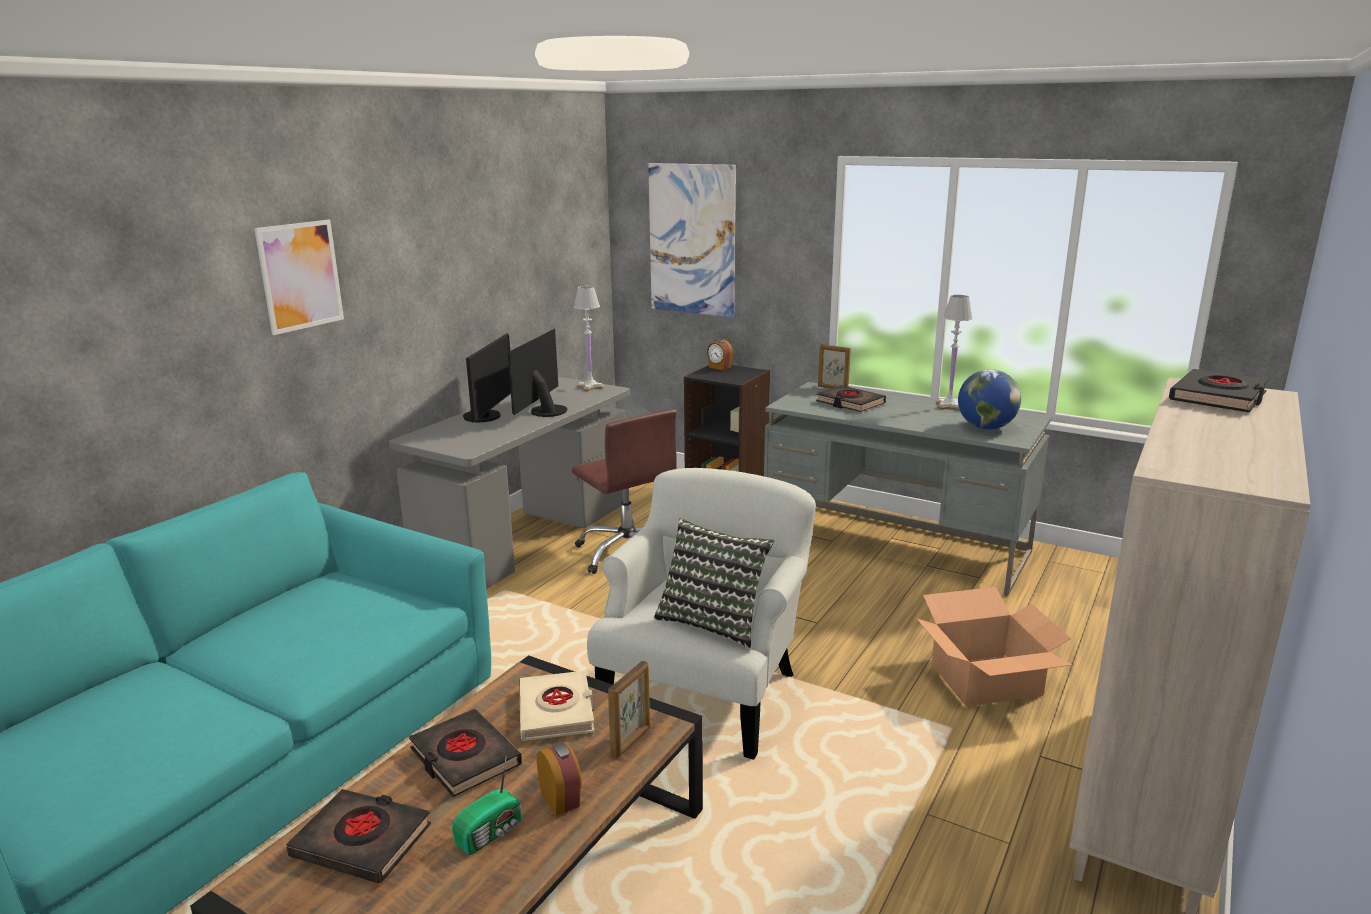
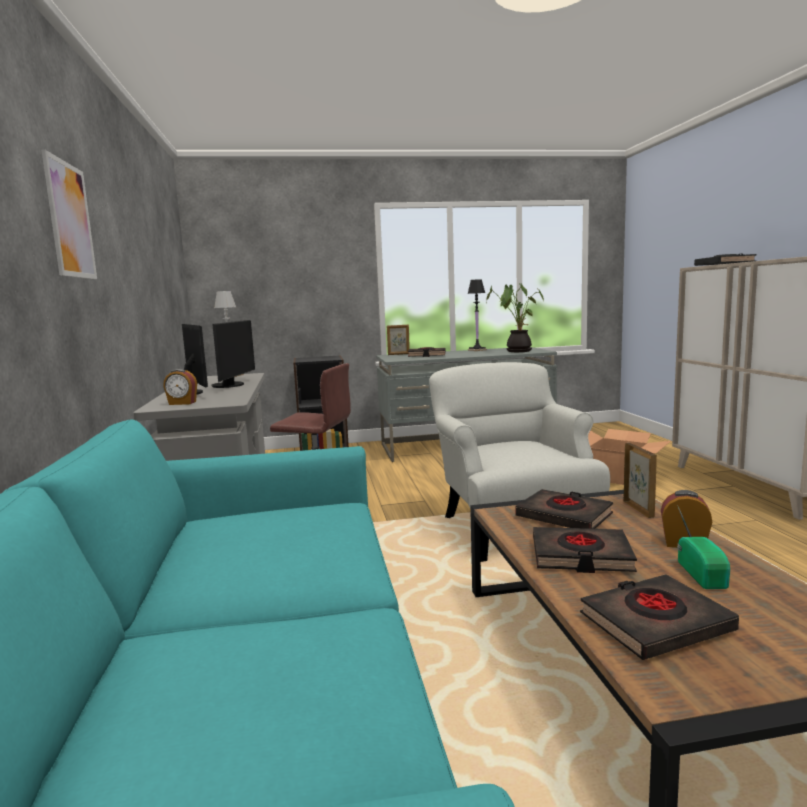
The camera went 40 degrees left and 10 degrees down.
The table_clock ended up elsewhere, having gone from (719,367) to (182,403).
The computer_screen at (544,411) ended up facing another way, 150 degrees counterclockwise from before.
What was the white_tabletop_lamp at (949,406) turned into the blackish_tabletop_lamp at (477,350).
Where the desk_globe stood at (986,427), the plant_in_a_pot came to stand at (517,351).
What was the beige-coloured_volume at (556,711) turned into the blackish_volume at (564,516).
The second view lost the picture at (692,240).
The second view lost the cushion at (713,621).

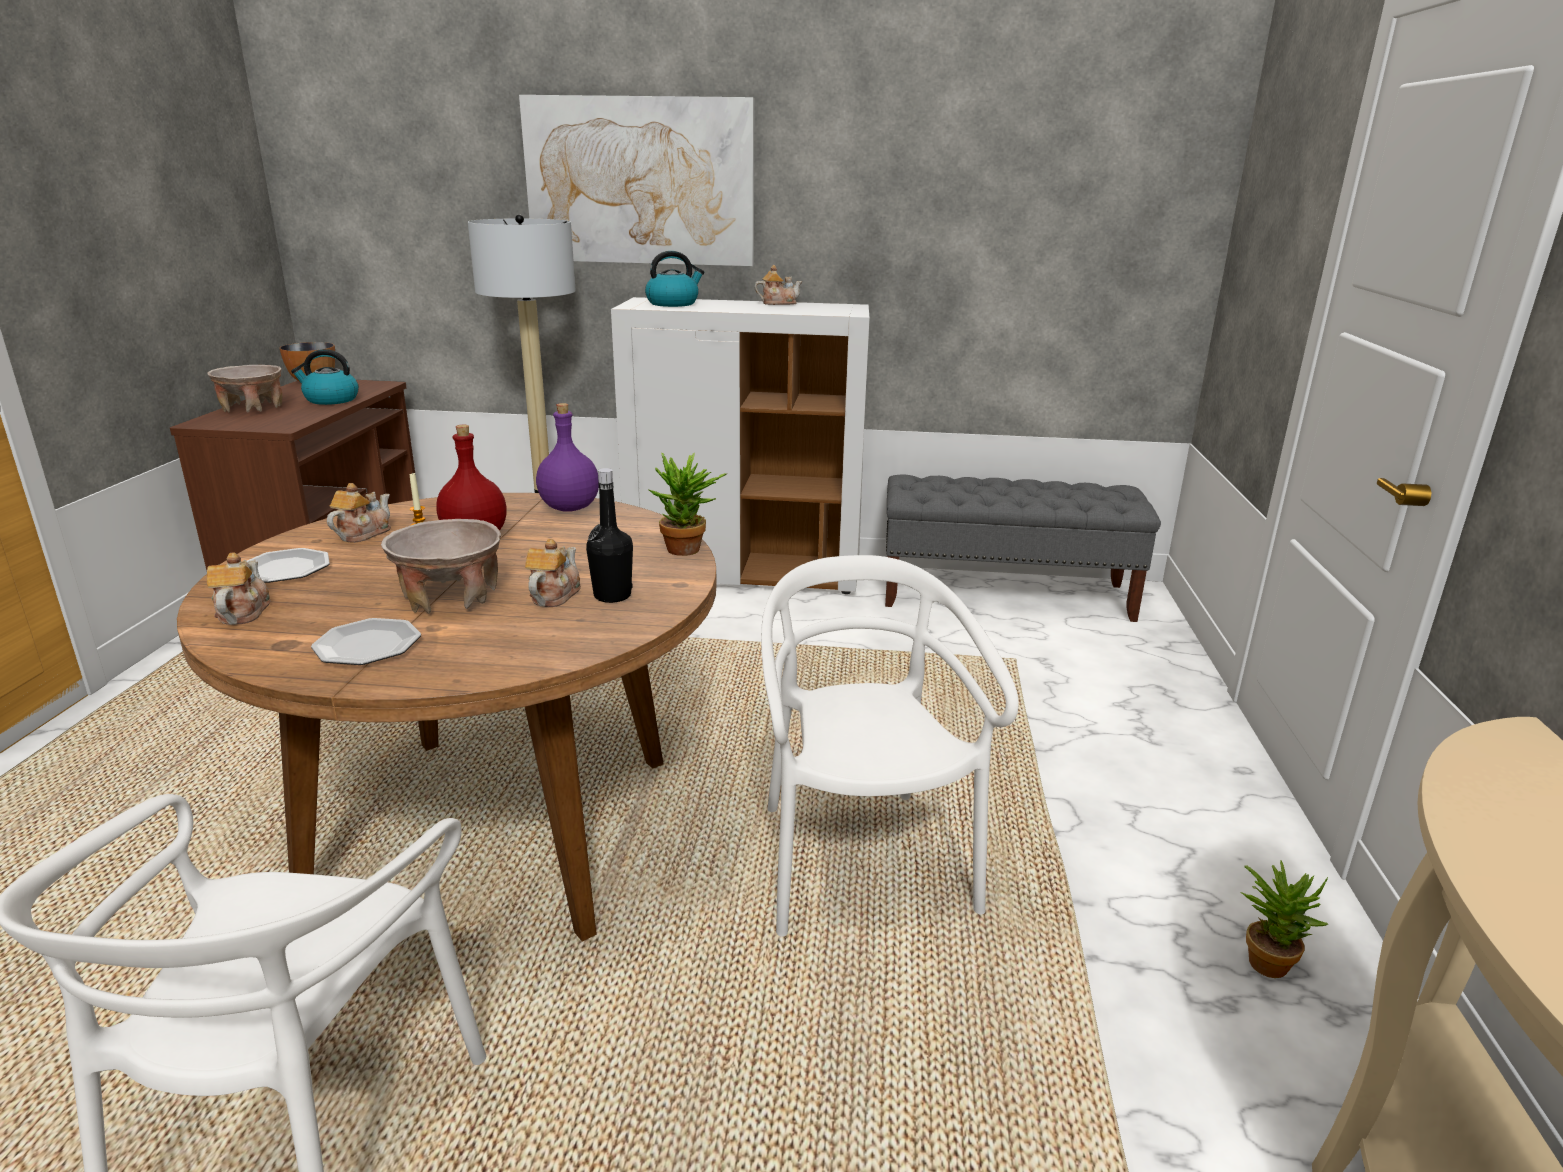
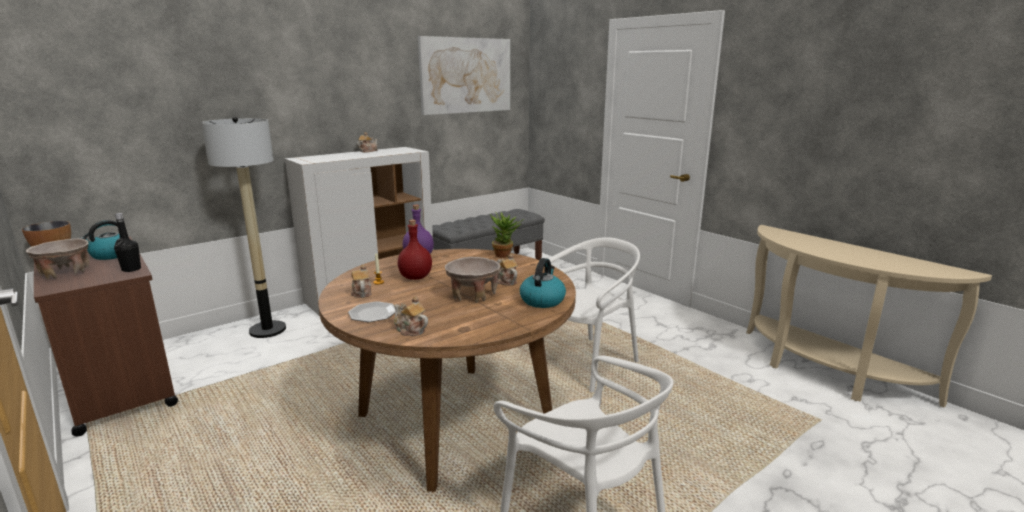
The camera went 45 degrees left and 5 degrees down.
The blackish_drink_bottle ended up elsewhere, having gone from (612,596) to (131,269).
The picture ended up elsewhere, having gone from (640,182) to (466,75).
The tea_kettle ended up elsewhere, having gone from (673,303) to (542,300).
The white_plain_chair at (860,861) ended up facing another way, 105 degrees clockwise from before.
The second view lost the dinner_plate at (368,646).
The second view lost the plant_in_a_pot at (1267,959).

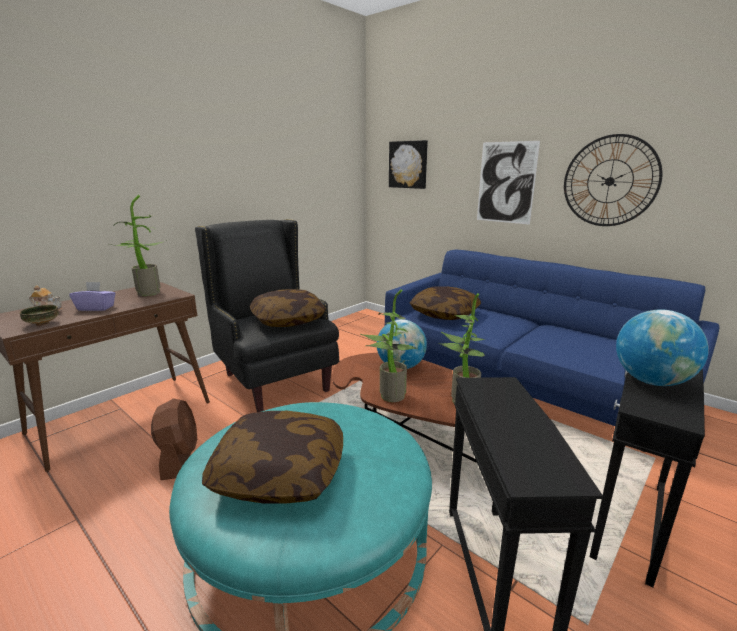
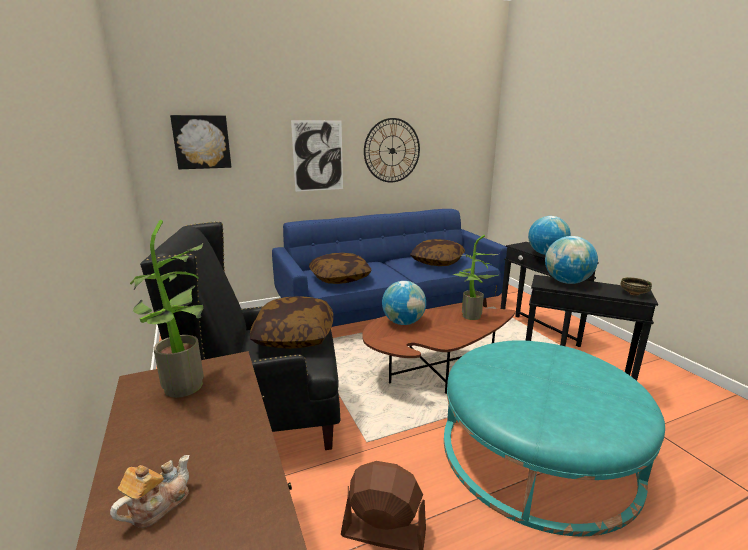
The camera went 65 degrees left and 0 degrees up.
The cushion ended up elsewhere, having gone from (279,473) to (437,262).
The second view gained the desk_globe at (567,282).
The bowl ended up elsewhere, having gone from (42,323) to (633,294).
The second view lost the purple-coloured_tissue_holder at (96,308).
The second view lost the plant_in_a_pot at (388,396).

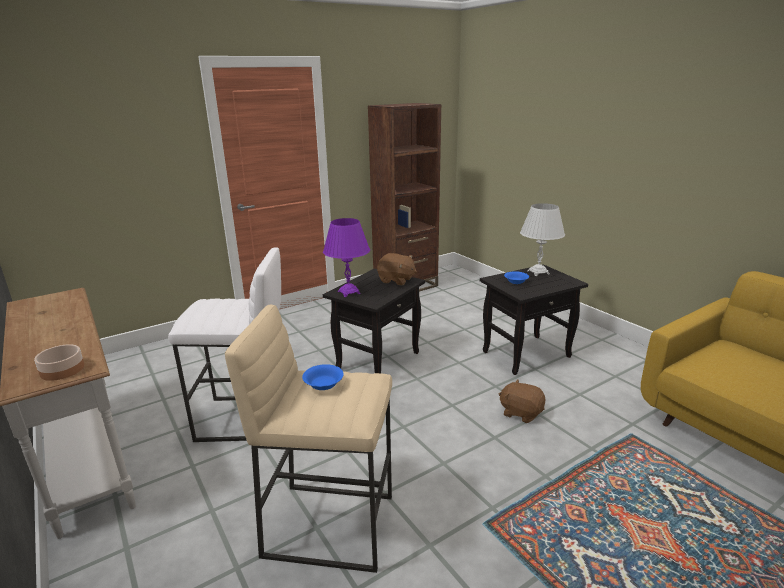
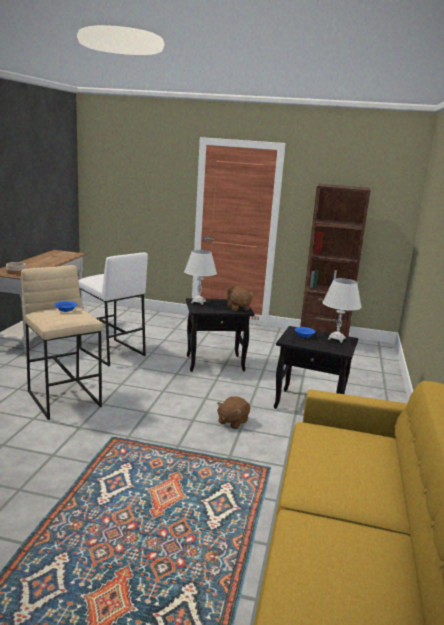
The camera went 45 degrees right and 5 degrees down.
What was the purple-coloured_tabletop_lamp at (348,292) turned into the white_tabletop_lamp at (198,302).
The brownish_plush_toy at (521,412) ended up facing another way, 135 degrees counterclockwise from before.

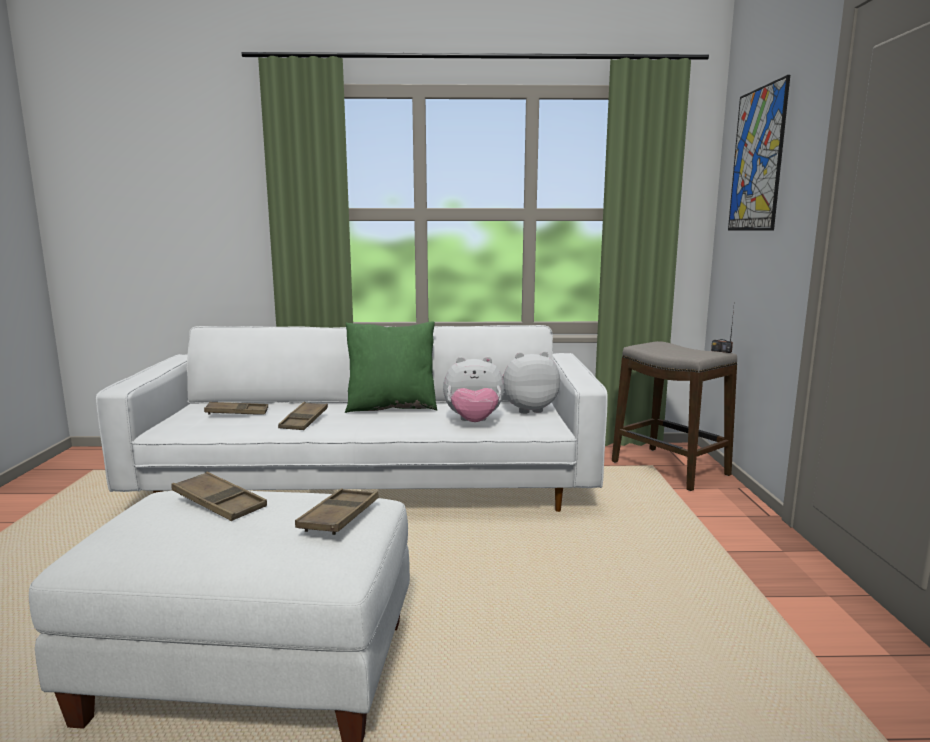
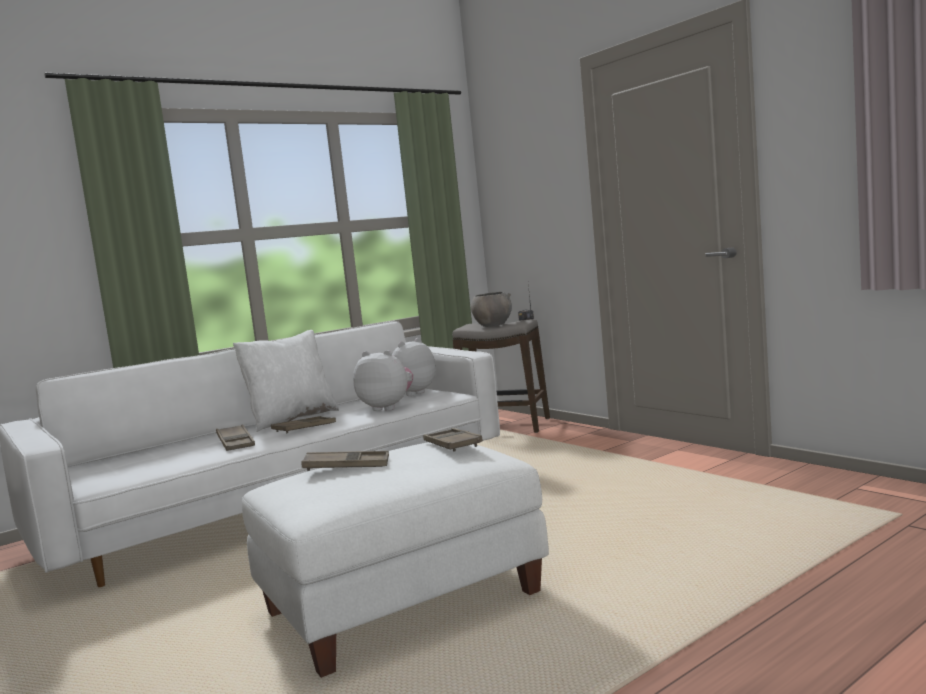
The camera went 35 degrees left and 5 degrees down.
What was the green_cushion at (392,407) turned into the white_cushion at (291,419).
The brownish_serving_tray ended up elsewhere, having gone from (237,413) to (304,428).
The plush_toy at (473,422) ended up facing another way, 120 degrees counterclockwise from before.
The second view gained the gray_bowl at (492,325).
The second view lost the picture at (757,160).

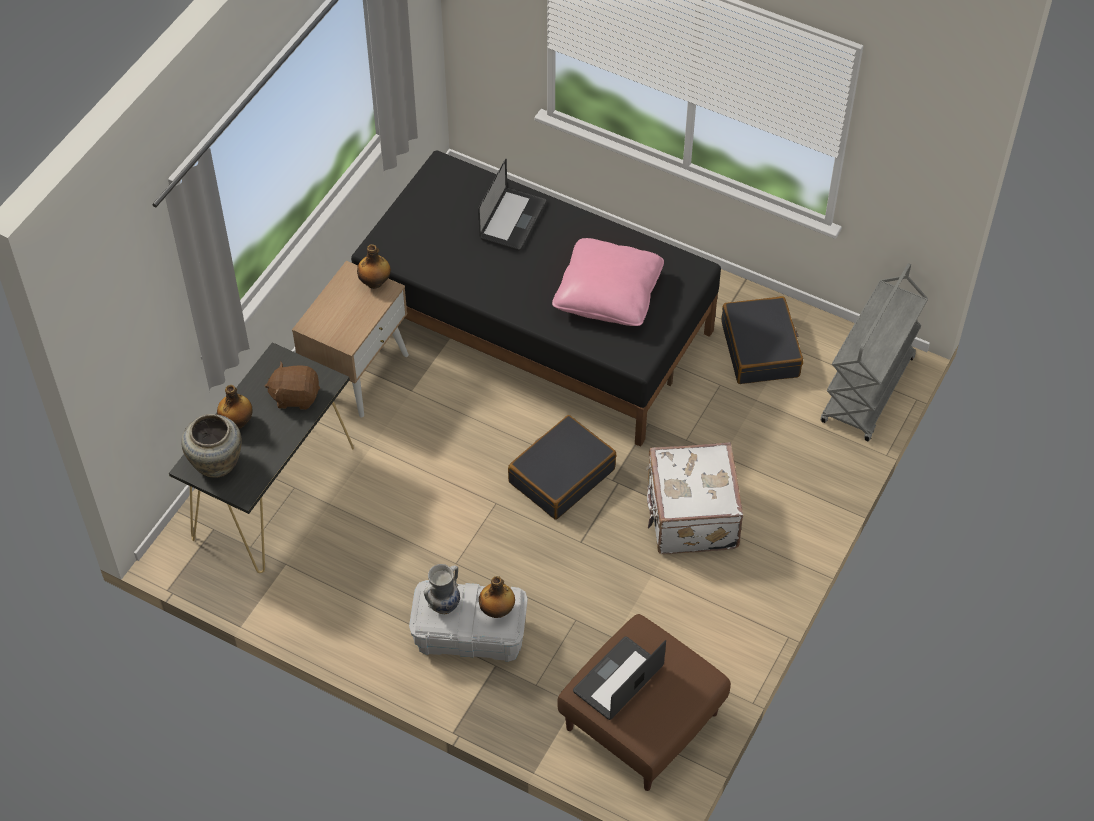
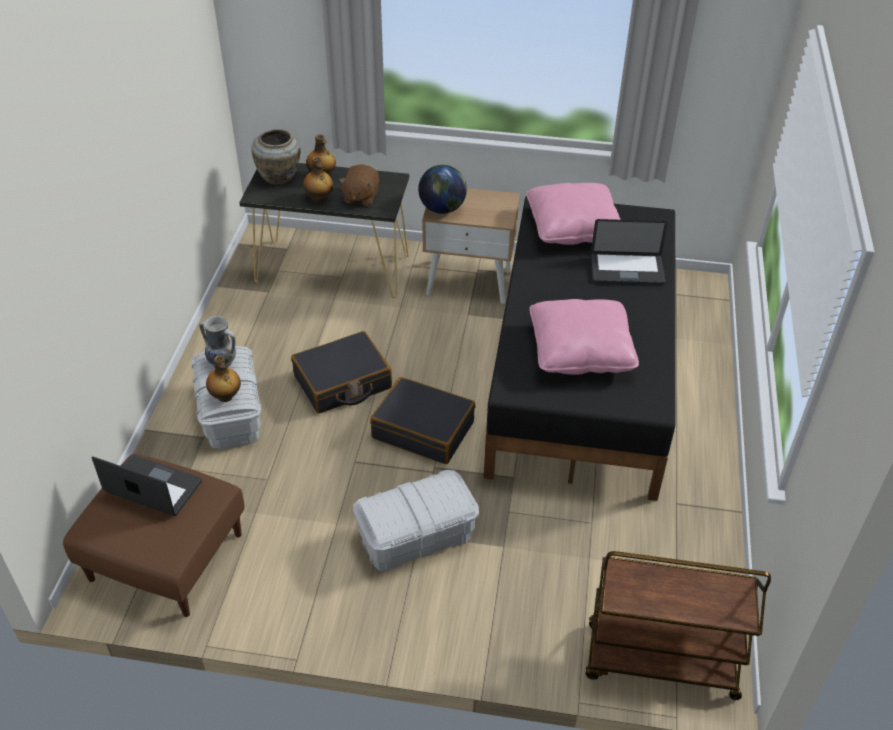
The camera went 70 degrees right and 10 degrees down.
The blackish_piece_of_luggage ended up elsewhere, having gone from (760,349) to (342,382).
The drink_bottle ended up elsewhere, having gone from (375,282) to (319,199).
The brownish_plush_toy at (295,396) ended up facing another way, 150 degrees counterclockwise from before.
Where the white_piece_of_luggage stood at (690,517), the white_storage_bin came to stand at (416,537).
The second view gained the desk_globe at (442,209).
The second view gained the pink_cushion at (573,227).
What was the gray_trolley at (868,391) turned into the brownish_trolley at (660,662).

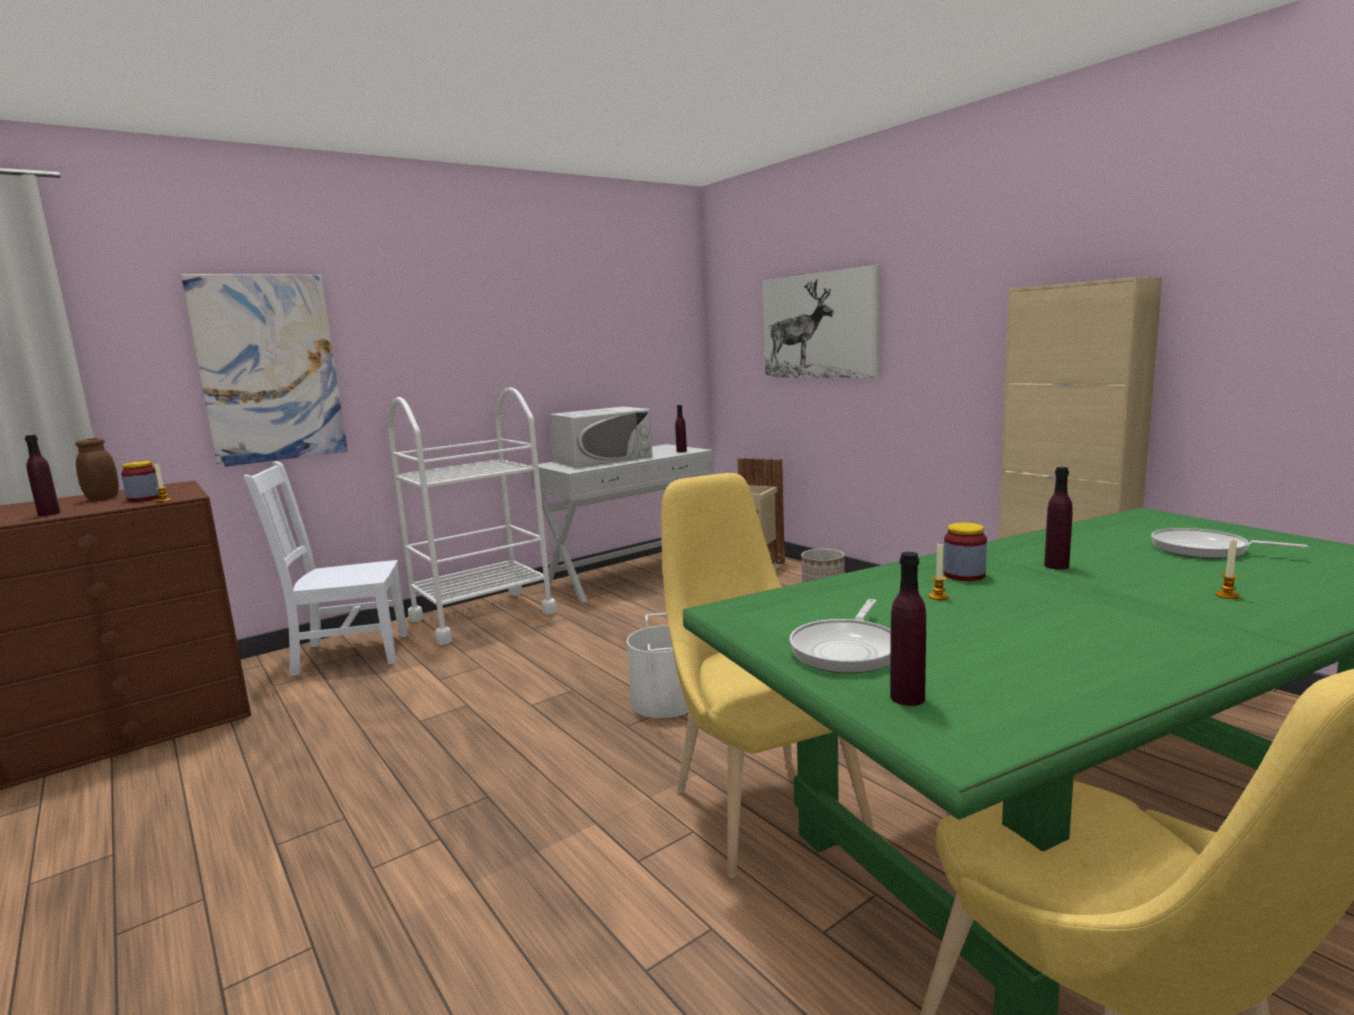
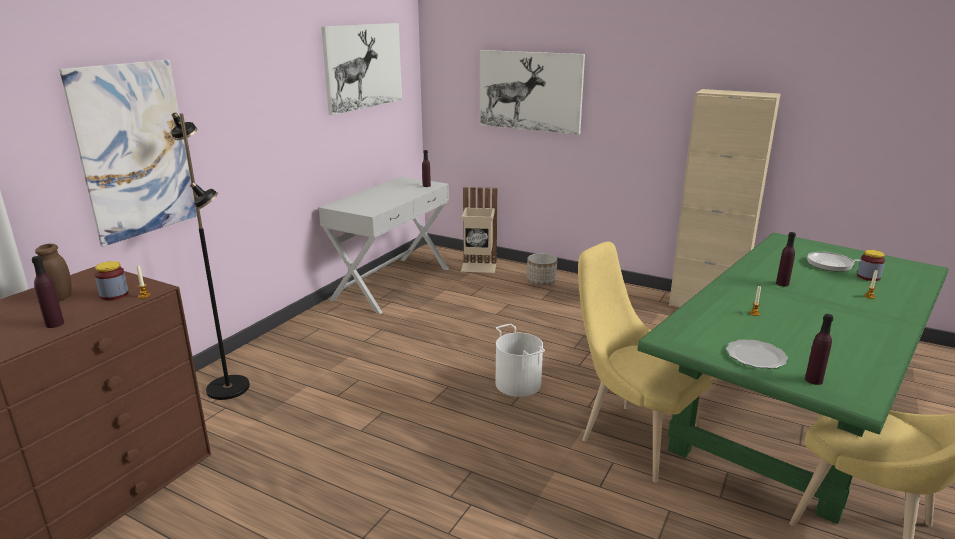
The camera went 25 degrees left and 10 degrees up.
Where the white_plain_chair stood at (347,654), the blackish_floor_lamp came to stand at (229,388).
The second view gained the picture at (363,66).
Where the skillet stood at (847,650), the dinner_plate came to stand at (756,356).
The jar ended up elsewhere, having gone from (964,575) to (868,277).
The second view lost the white_trolley at (482,616).
The second view lost the white_microwave at (602,459).

